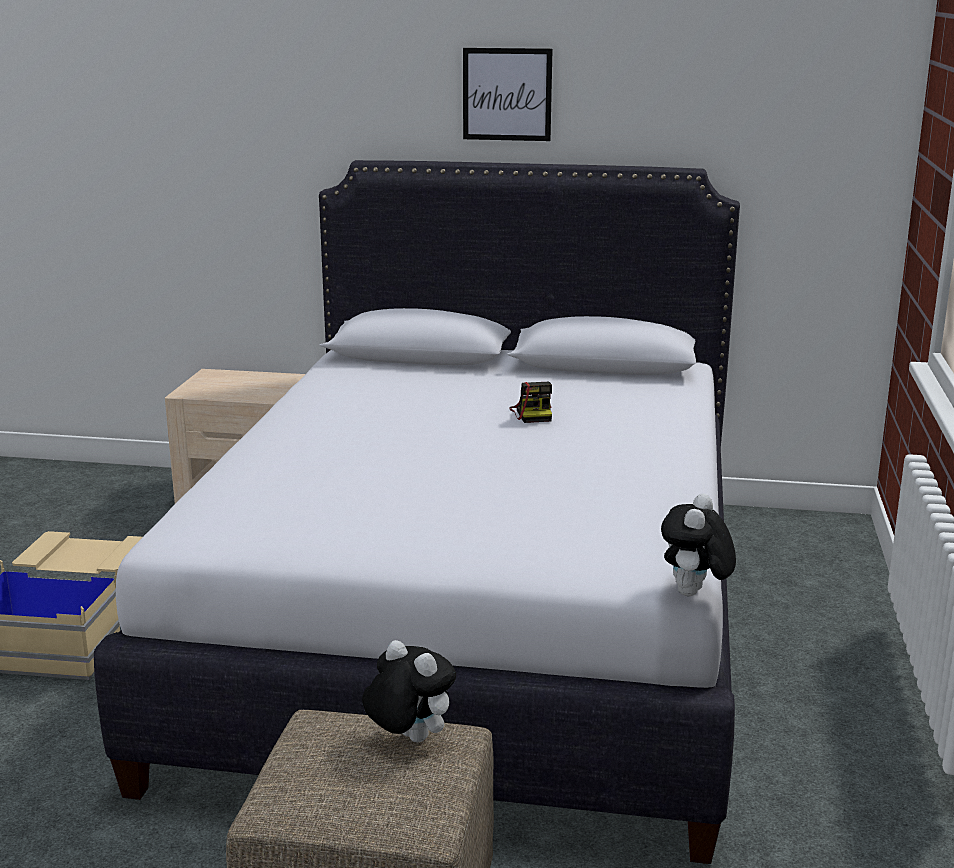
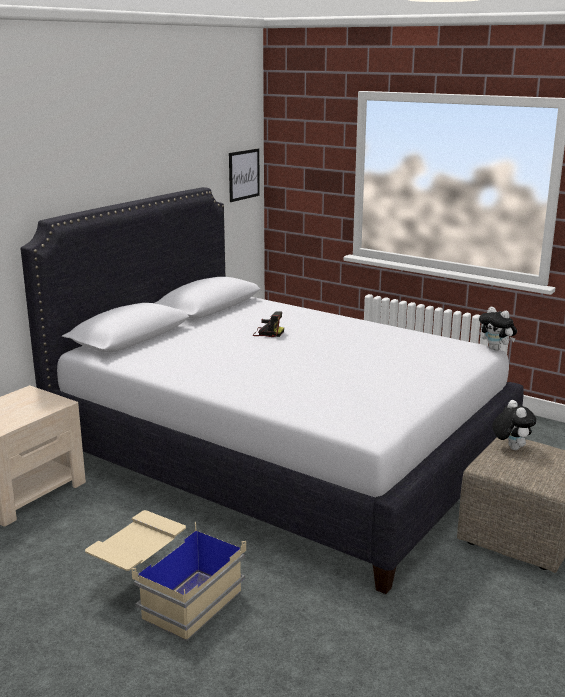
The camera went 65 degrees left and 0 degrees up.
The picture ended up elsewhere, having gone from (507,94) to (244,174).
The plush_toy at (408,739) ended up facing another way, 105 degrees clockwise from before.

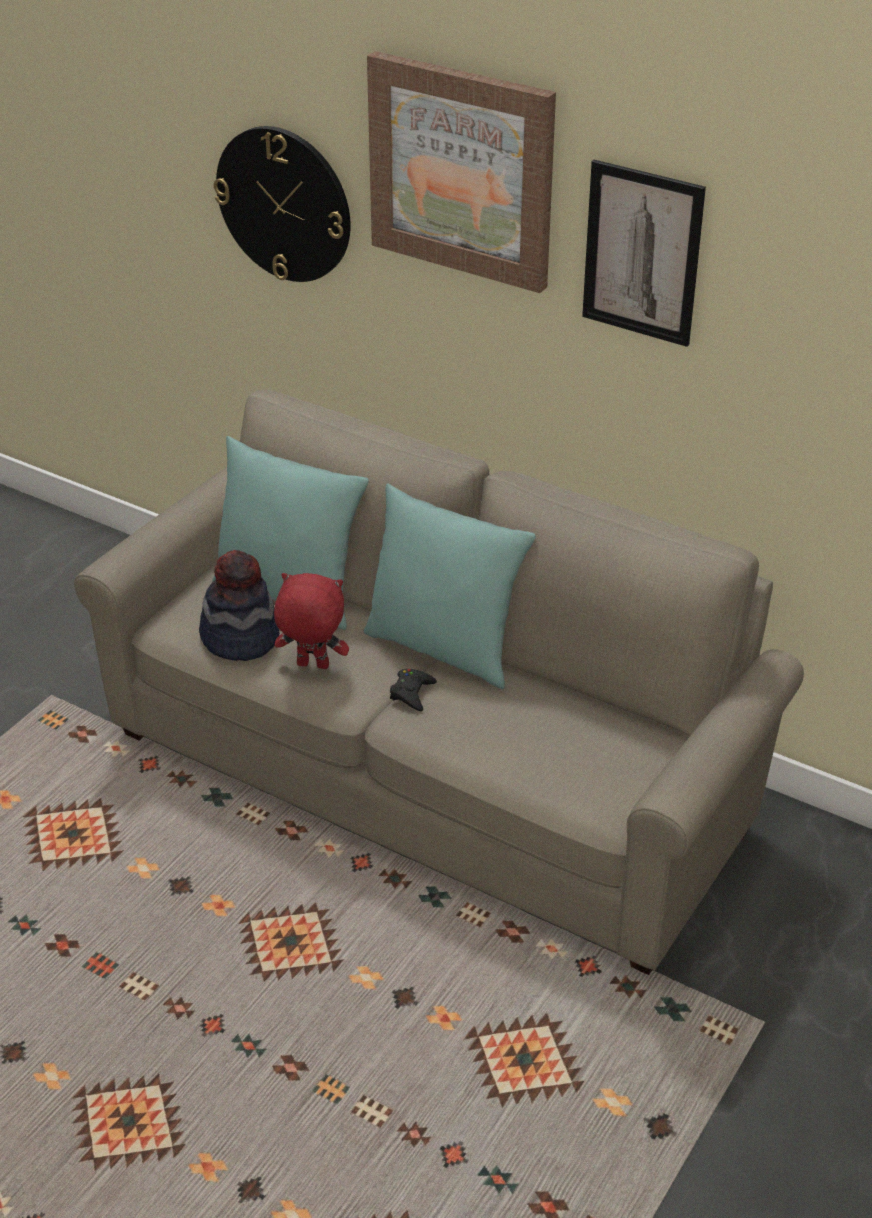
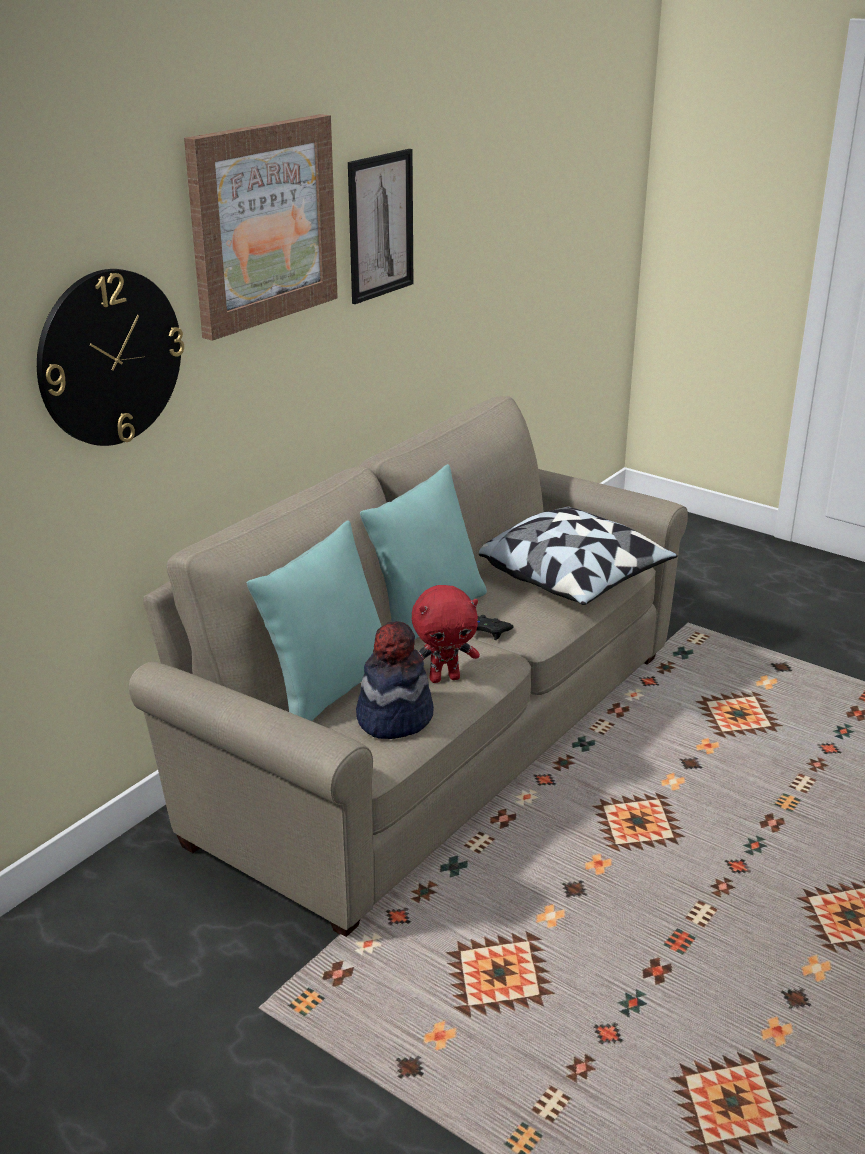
The camera went 85 degrees left and 10 degrees down.
The red_plush_toy at (312,666) ended up facing another way, 120 degrees counterclockwise from before.
The second view gained the cushion at (574,579).

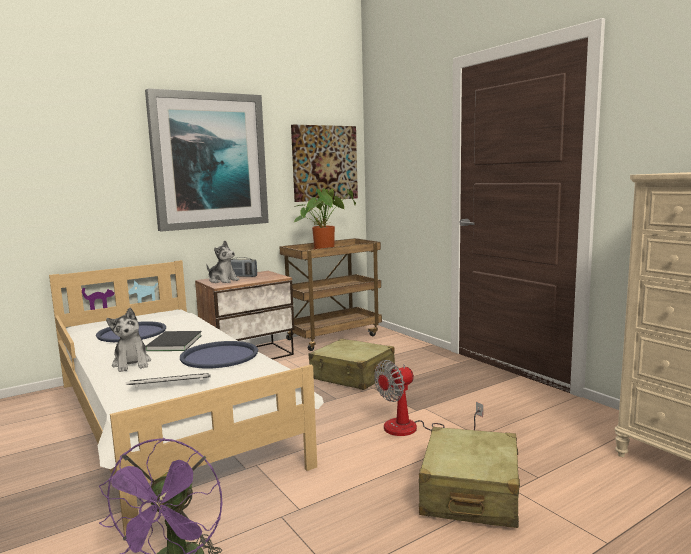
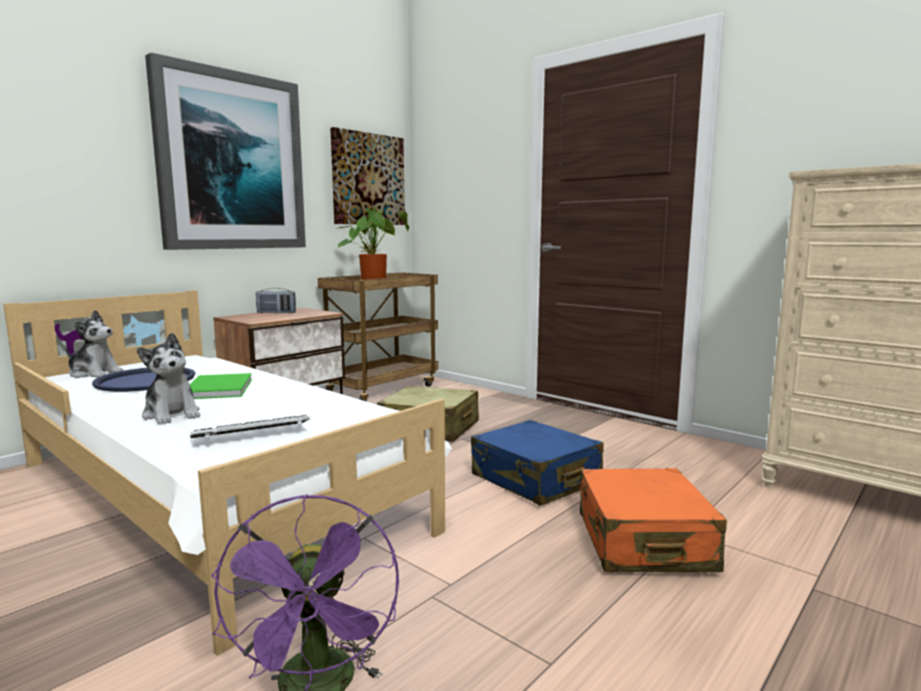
The camera went 15 degrees left and 0 degrees up.
The plush_toy ended up elsewhere, having gone from (223,280) to (94,373).
What was the blackish_volume at (172,343) turned into the green_volume at (216,389).
Where the electric_fan stood at (413,429), the bluish_piece_of_luggage came to stand at (535,479).
What was the beige-coloured_piece_of_luggage at (470,493) turned into the orange_piece_of_luggage at (643,541).
The second view lost the bluish_serving_tray at (219,356).

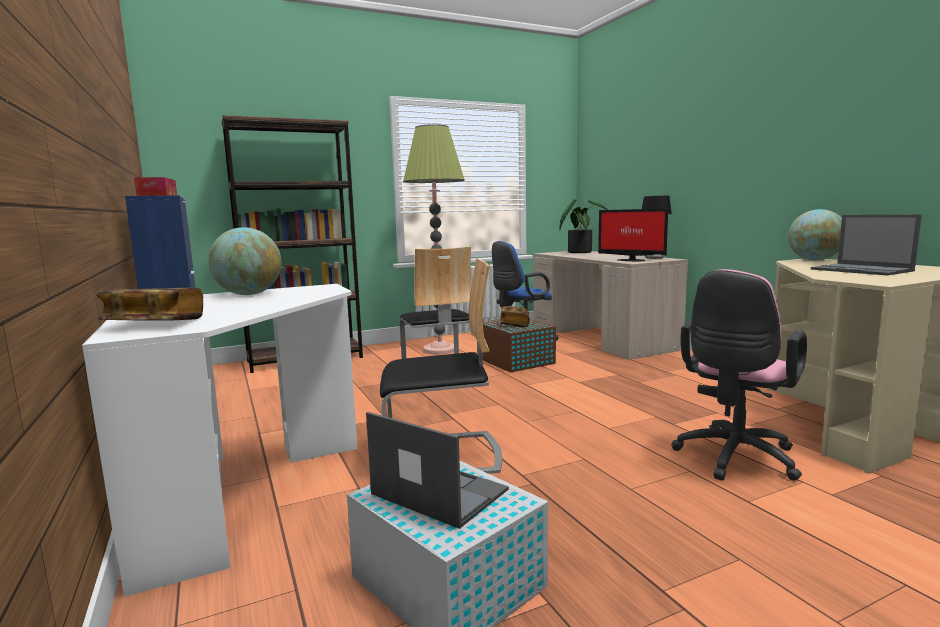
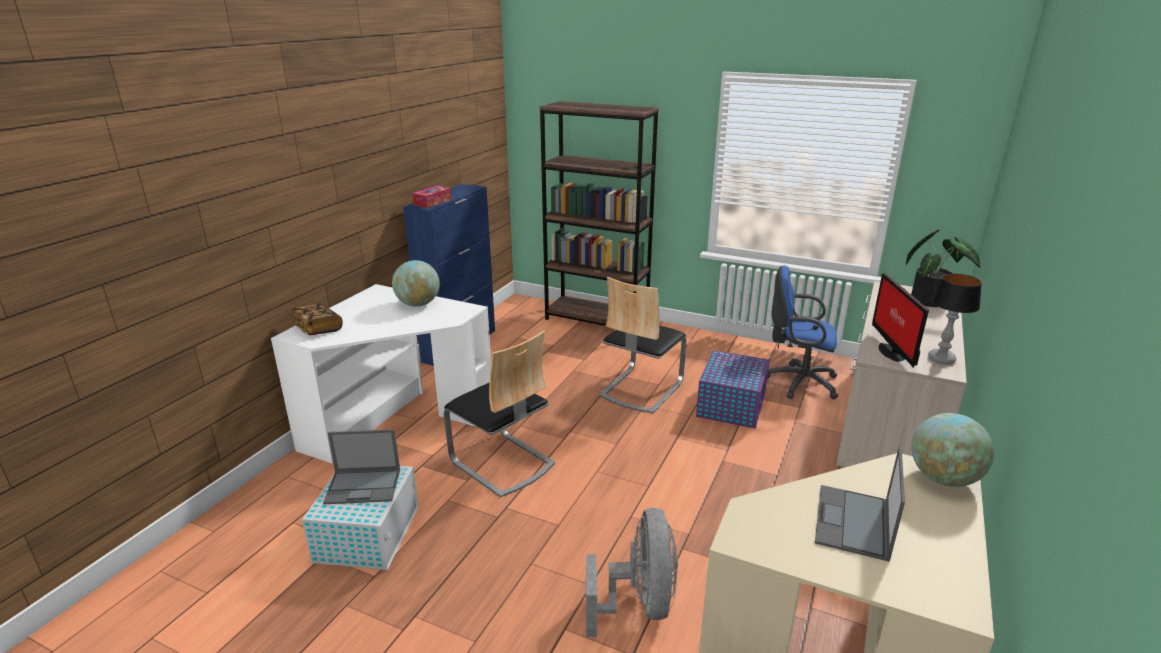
The camera went 50 degrees right and 15 degrees up.
The notebook_computer at (438,492) ended up facing another way, 90 degrees clockwise from before.
Where the pink_computer_chair stood at (733,459), the gray_electric_fan came to stand at (639,604).
What was the brownish_storage_bin at (515,360) turned into the purple-coloured_storage_bin at (731,405).
The second view lost the floor_lamp at (440,349).
The second view lost the volume at (514,324).

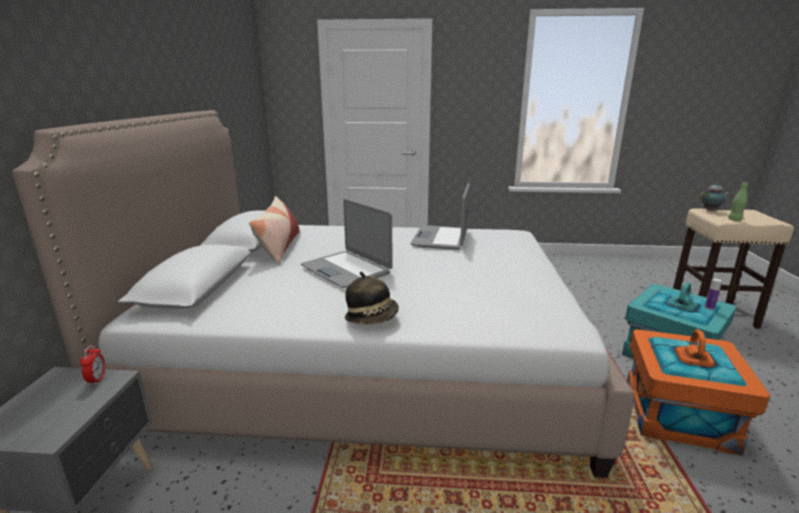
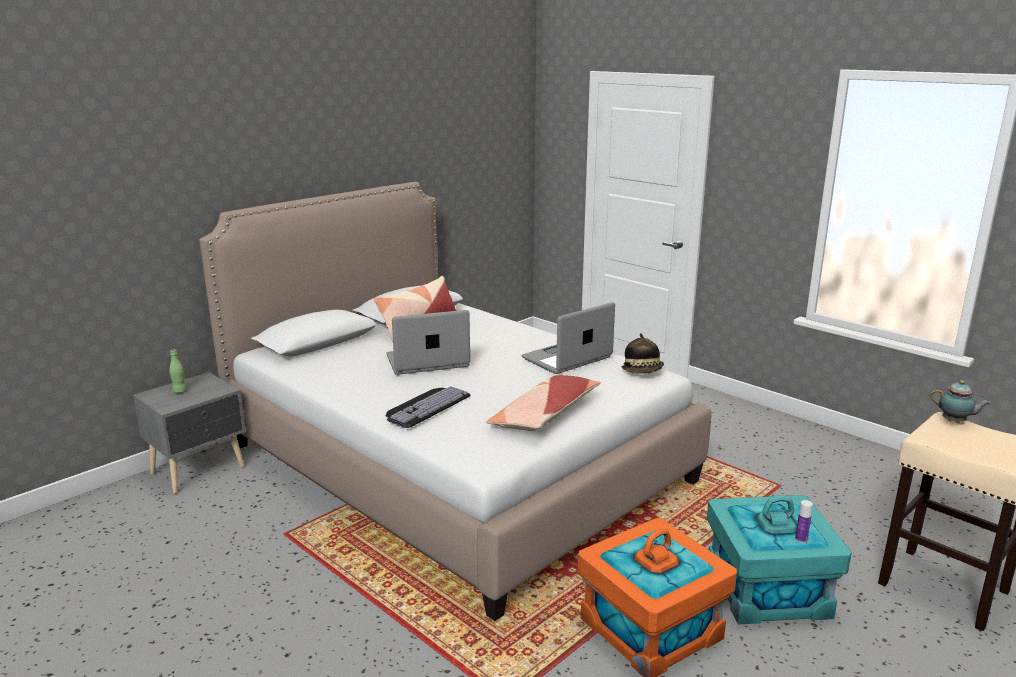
The camera went 40 degrees right and 0 degrees up.
The green_drink_bottle ended up elsewhere, having gone from (734,220) to (179,391).
The notebook_computer at (346,270) ended up facing another way, 75 degrees clockwise from before.
The second view gained the PC_keyboard at (425,405).
The second view gained the cushion at (545,415).
The clothing_hat ended up elsewhere, having gone from (372,318) to (643,372).
The second view lost the table_clock at (97,380).

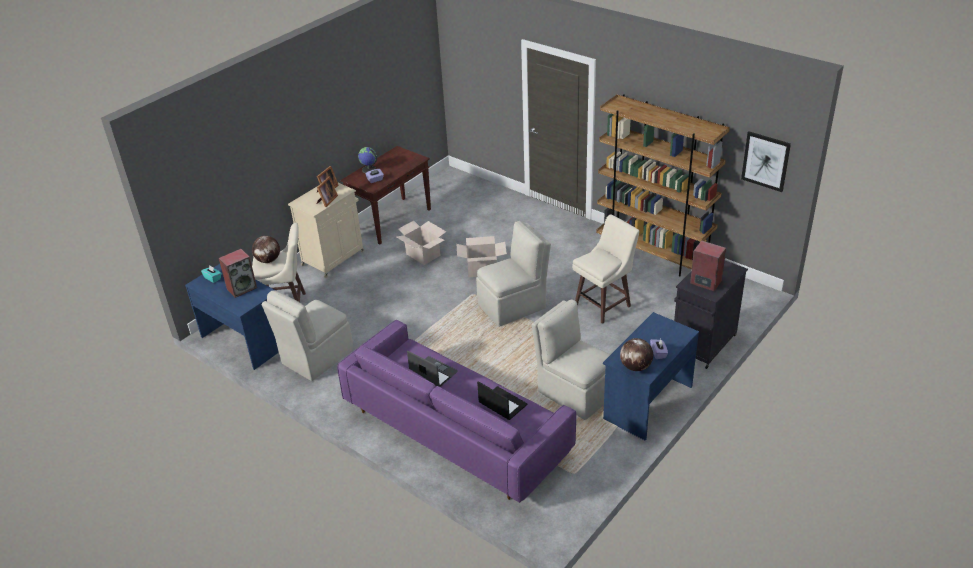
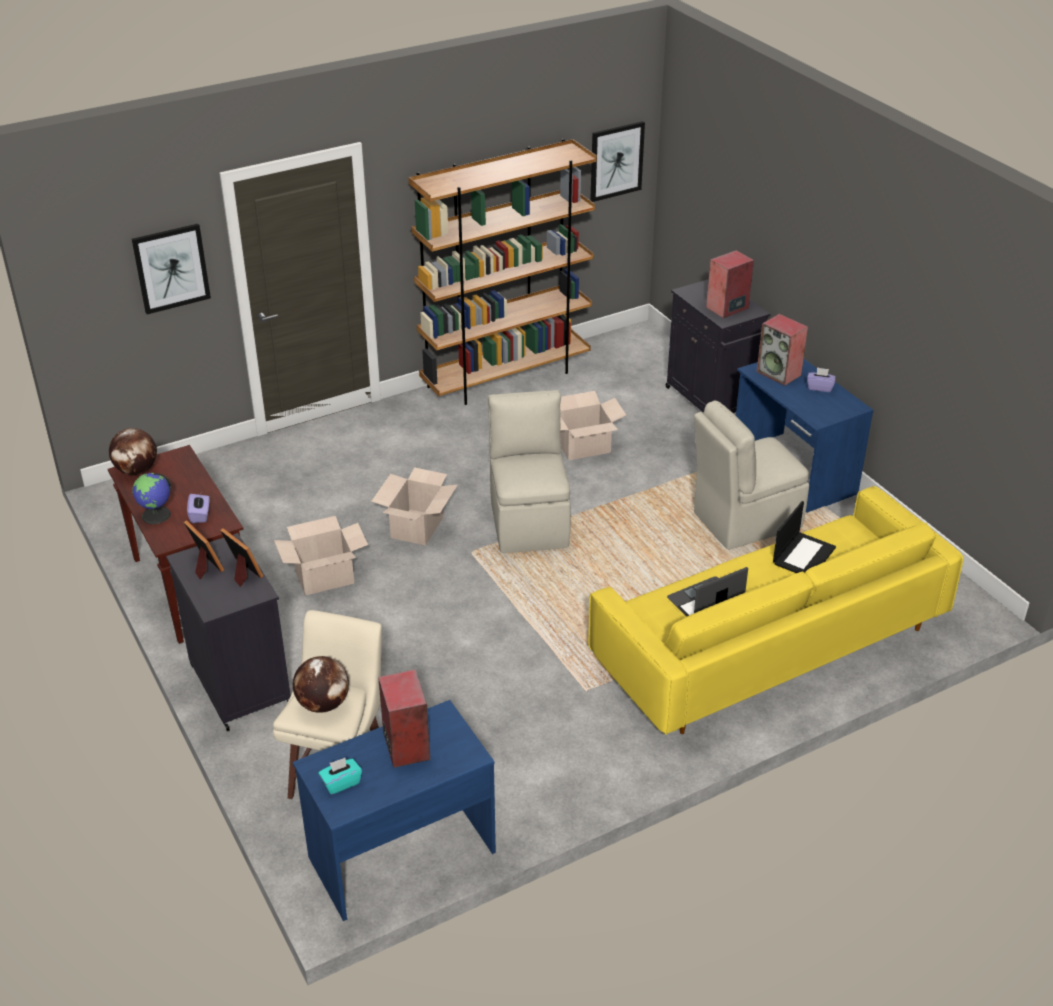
The camera went 70 degrees left and 0 degrees up.
The desk_globe ended up elsewhere, having gone from (635,367) to (137,470).
The second view gained the picture at (171,268).
What was the beige-coloured_cupboard at (334,258) turned into the blackish_cupboard at (239,684).
Where the beige-coloured_stool stood at (604,305), the cardboard_box came to stand at (583,446).
What was the purple-coloured_couch at (456,430) turned into the yellow-coloured_couch at (768,644).
The second view gained the speaker at (779,373).
The notebook_computer at (502,403) ended up facing another way, 150 degrees clockwise from before.
The second view lost the beige-coloured_plain_chair at (316,357).

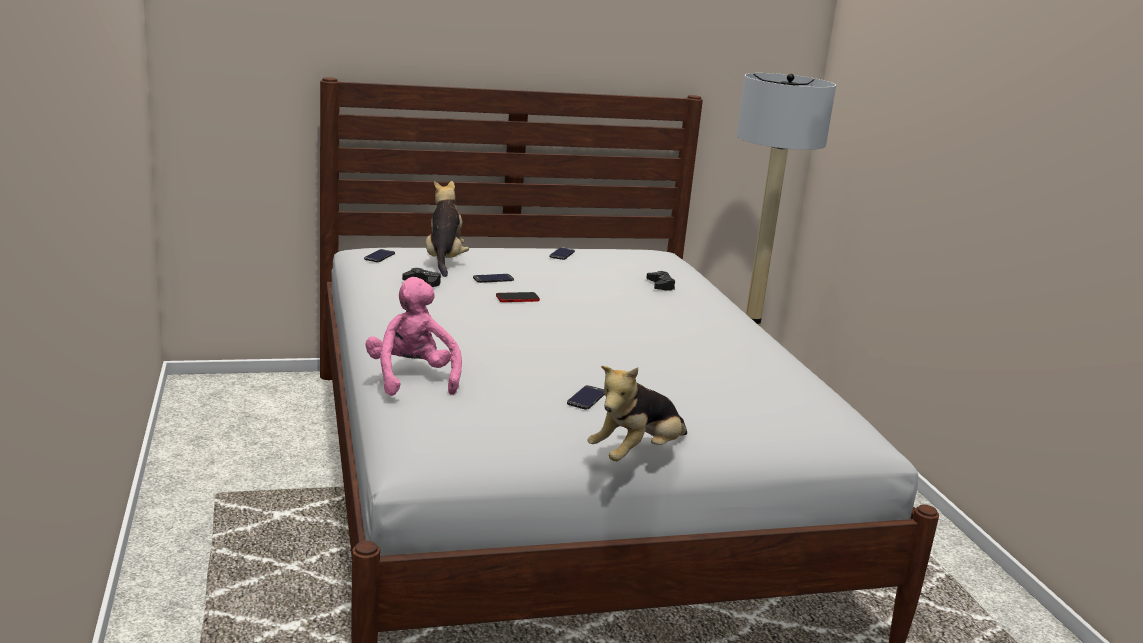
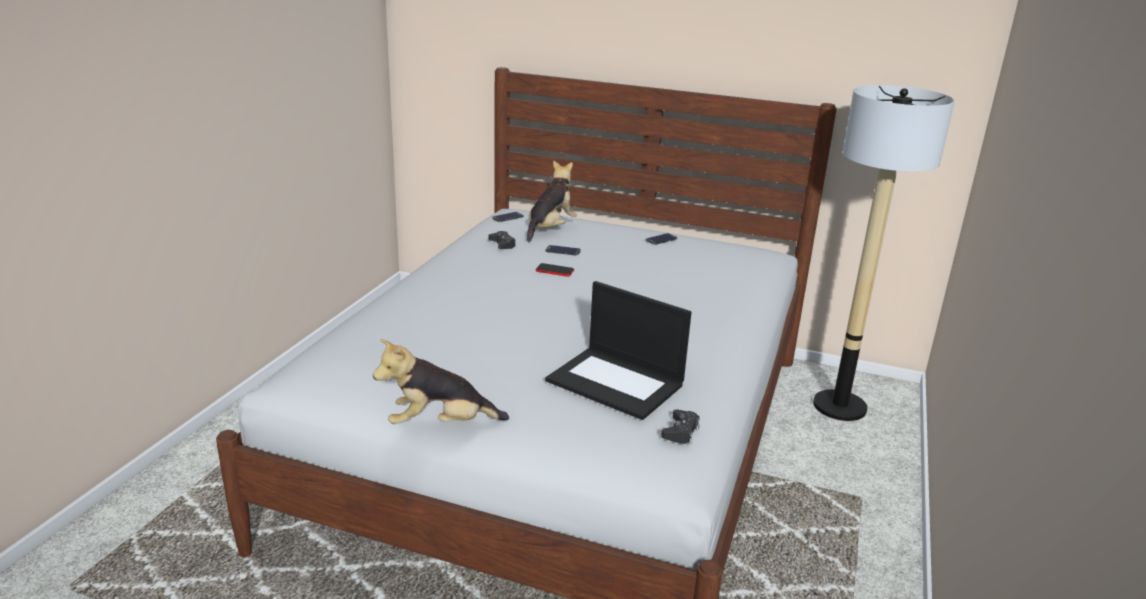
The camera went 35 degrees right and 5 degrees up.
The second view gained the notebook_computer at (617,383).
The blackish_gamepad ended up elsewhere, having gone from (660,285) to (681,432).
The second view lost the pink_plush_toy at (412,378).
The second view lost the phone at (586,398).

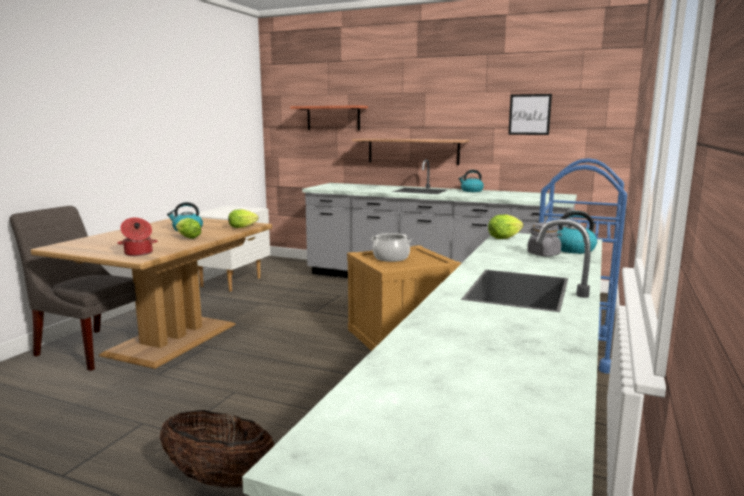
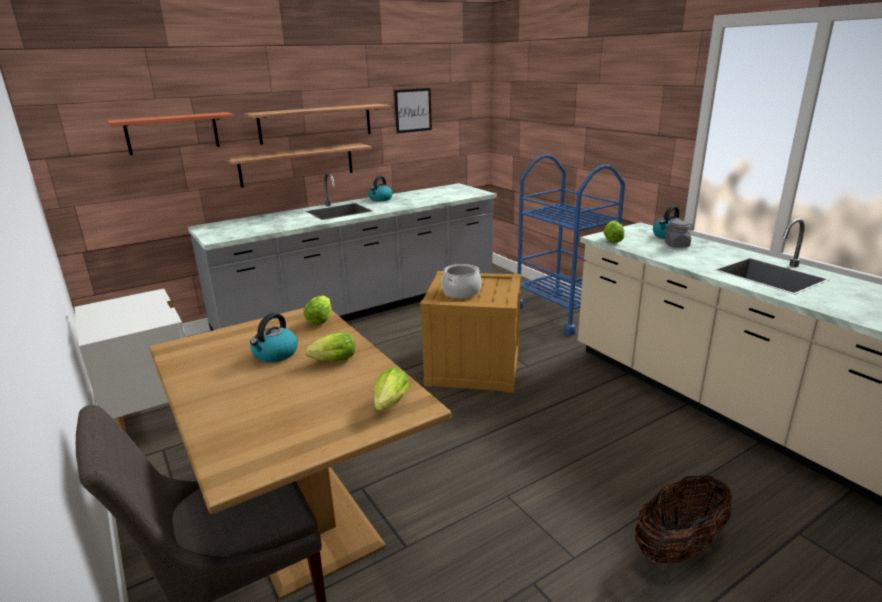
The camera went 55 degrees left and 10 degrees up.
The second view gained the shelf at (316,123).
Where the saucepot stood at (138,253), the head_of_lettuce came to stand at (389,406).

